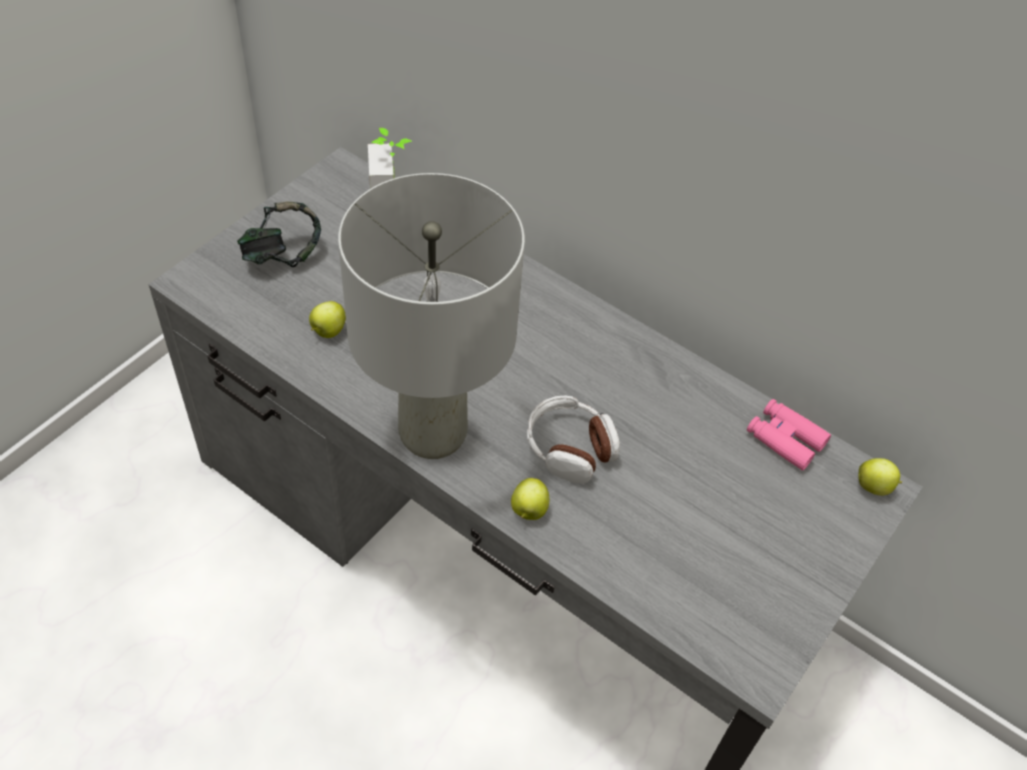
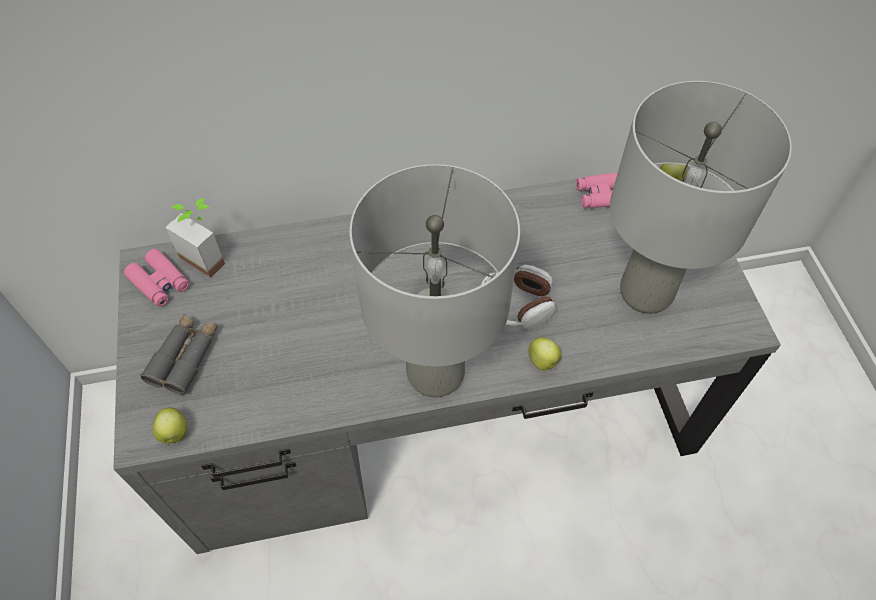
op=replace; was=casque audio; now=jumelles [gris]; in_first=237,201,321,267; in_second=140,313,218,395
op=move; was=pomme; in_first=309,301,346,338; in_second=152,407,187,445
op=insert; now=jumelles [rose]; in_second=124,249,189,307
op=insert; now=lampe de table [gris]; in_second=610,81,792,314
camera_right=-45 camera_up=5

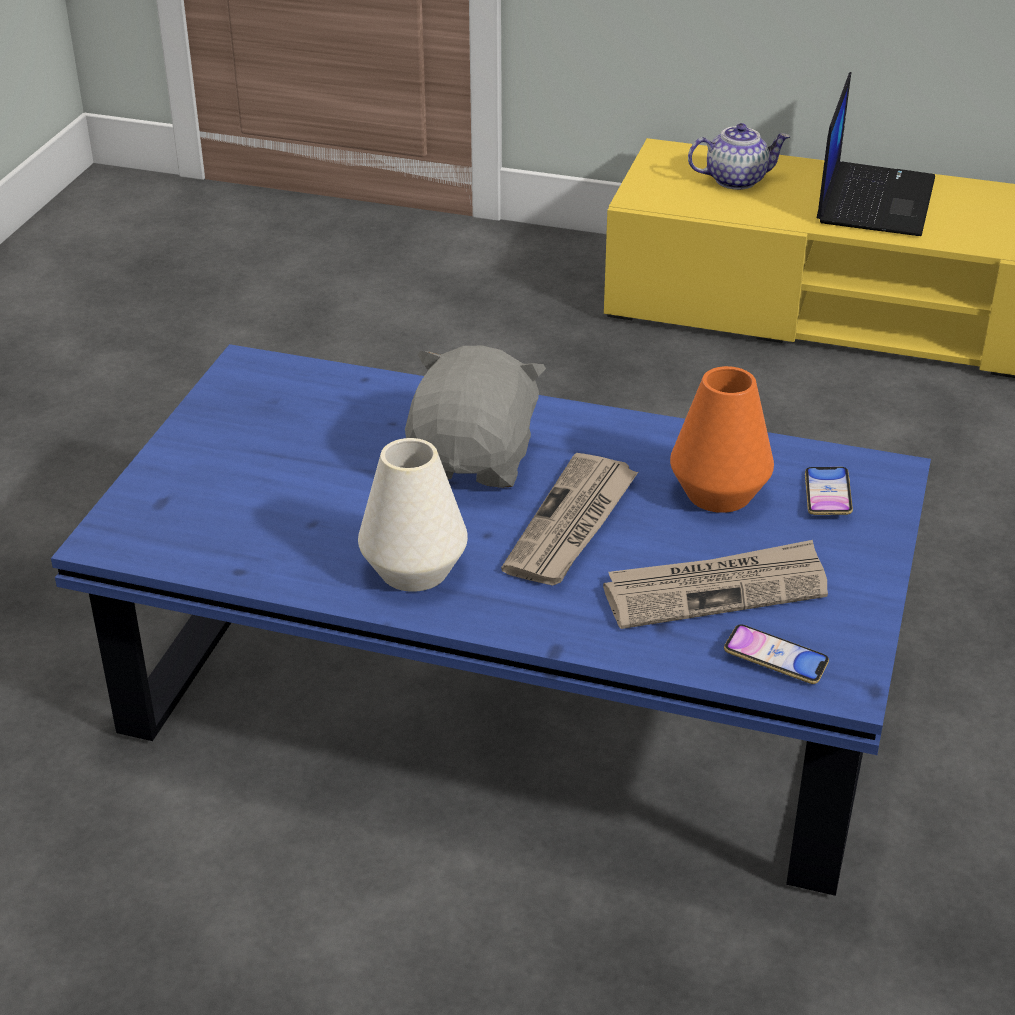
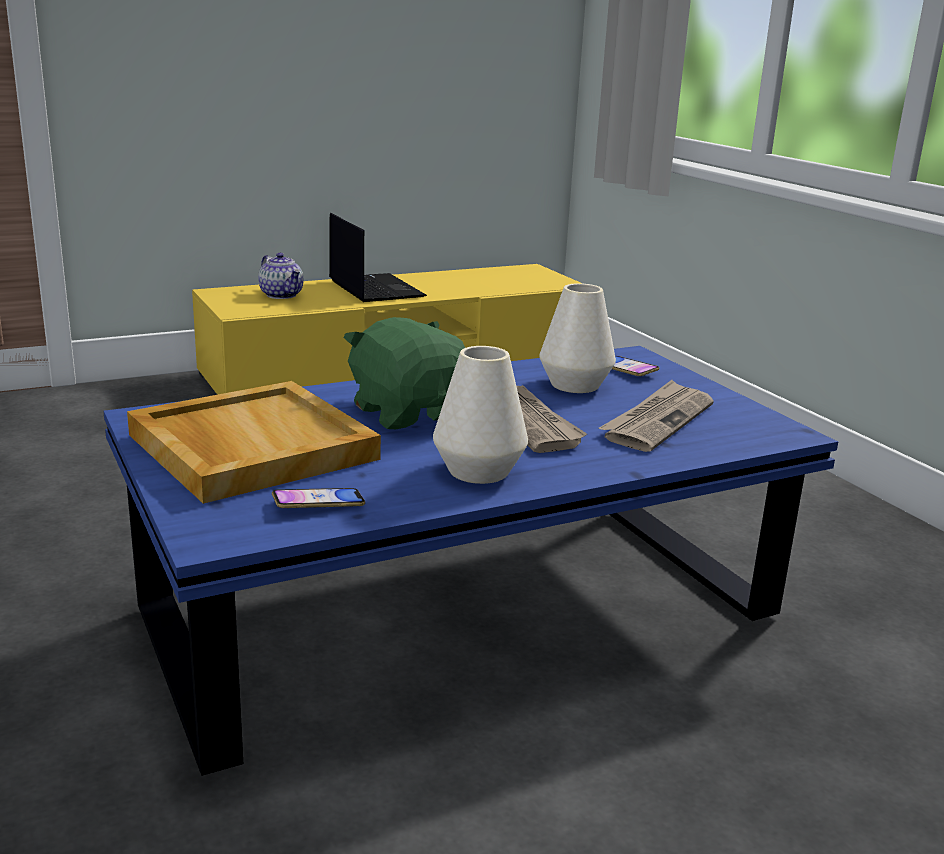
op=recolor; was=peluche [gris]; now=peluche [vert]; in_first=405,346,546,488; in_second=343,317,465,429
op=recolor; was=vase [orange]; now=vase [blanc]; in_first=670,366,774,513; in_second=539,283,616,393
op=rotate; was=théière; in_first=688,123,790,190; in_second=258,253,303,299; clockwise=105
op=move; was=téléphone; in_first=724,624,829,684; in_second=272,488,365,508
op=insert; now=plateau [beige]; in_second=127,381,381,504
camera_right=-45 camera_up=-15

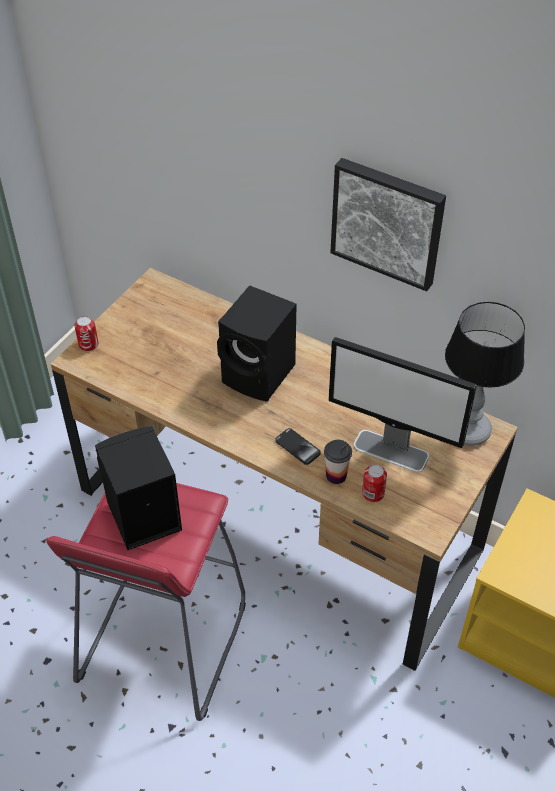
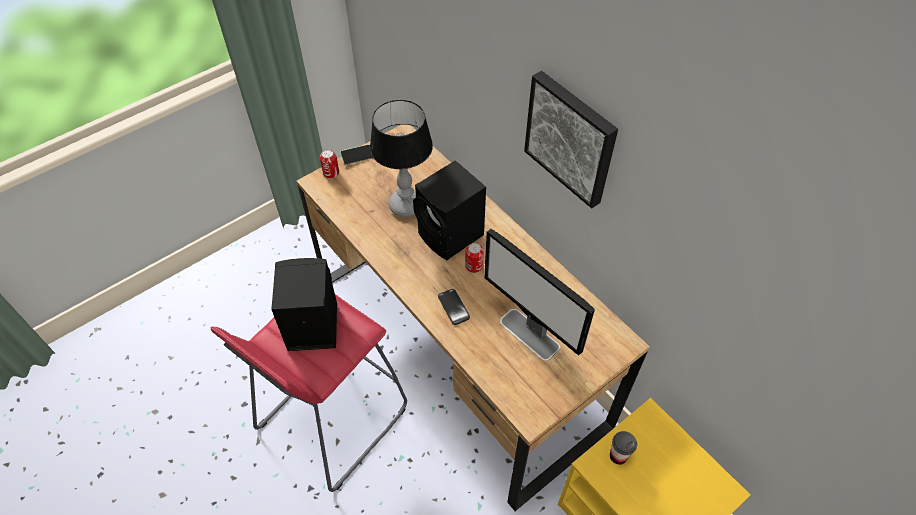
op=move; was=tasse; in_first=324,440,352,484; in_second=610,431,637,465
op=move; was=boîte métallique; in_first=362,465,387,502; in_second=465,243,484,273
op=move; was=lampe de table; in_first=445,302,525,446; in_second=370,100,433,217
op=insert; now=téléphone; in_second=340,144,373,165
camera_right=20 camera_up=5

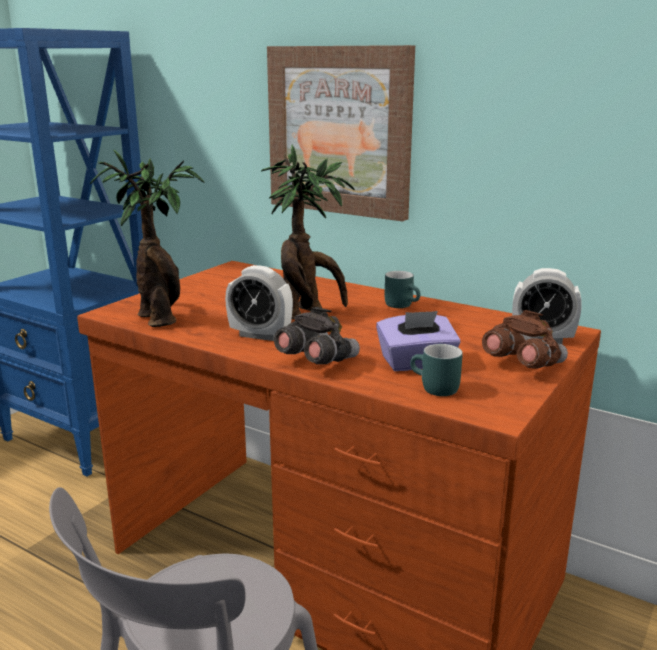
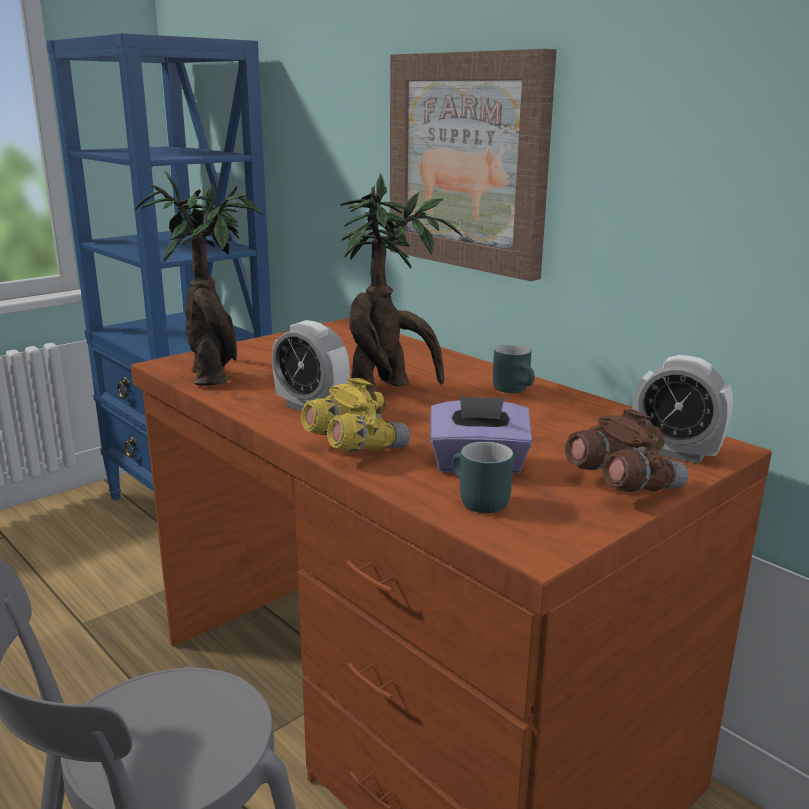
op=recolor; was=jumelles [gris]; now=jumelles [jaune]; in_first=274,307,360,364; in_second=301,378,410,452
camera_right=15 camera_up=0

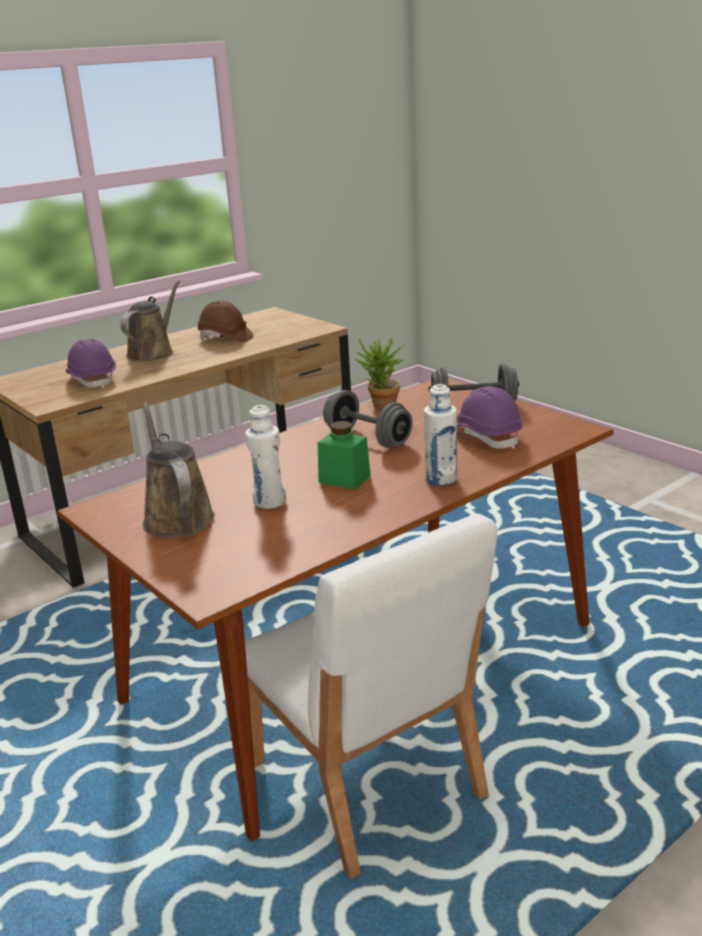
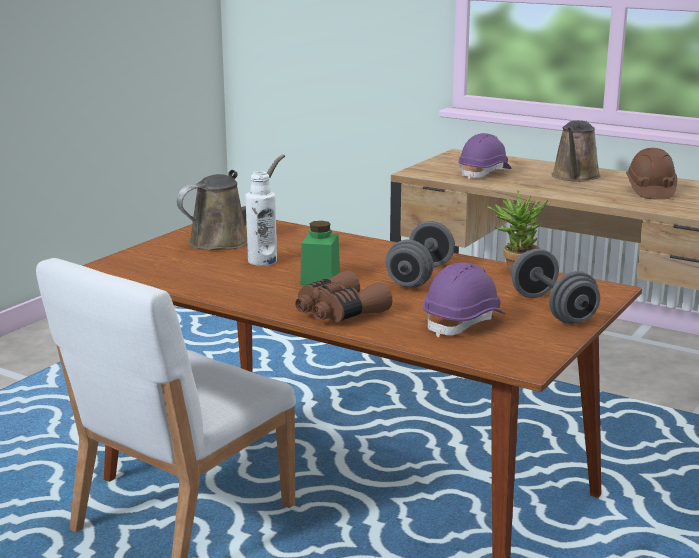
op=rotate; was=arrosoir [marron]; in_first=120,280,180,361; in_second=551,120,601,182; clockwise=105
op=replace; was=bouteille [blanc]; now=jumelles [marron]; in_first=424,384,457,486; in_second=295,271,392,322
camera_right=70 camera_up=-5

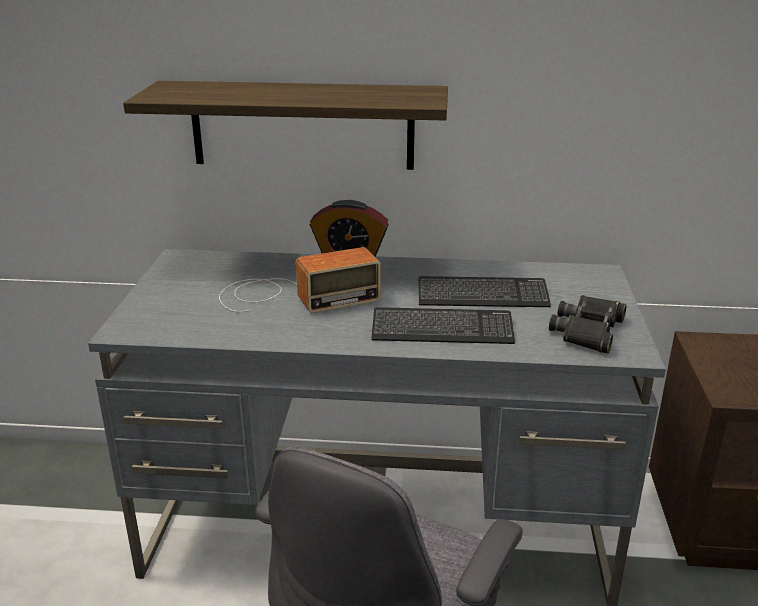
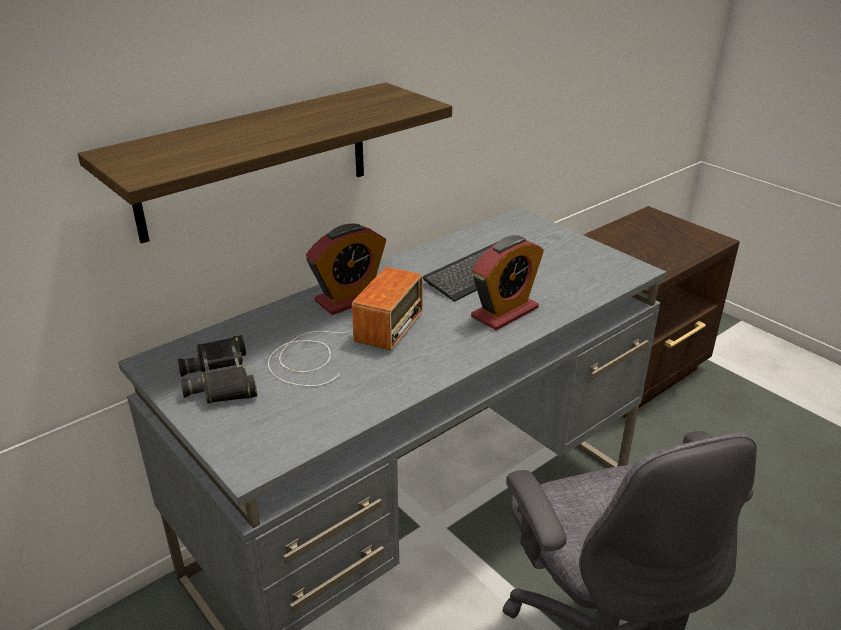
op=replace; was=clavier; now=réveil; in_first=371,307,515,344; in_second=471,235,544,330
op=move; was=jumelles [noir]; in_first=549,295,627,354; in_second=178,335,258,403
camera_right=-45 camera_up=5

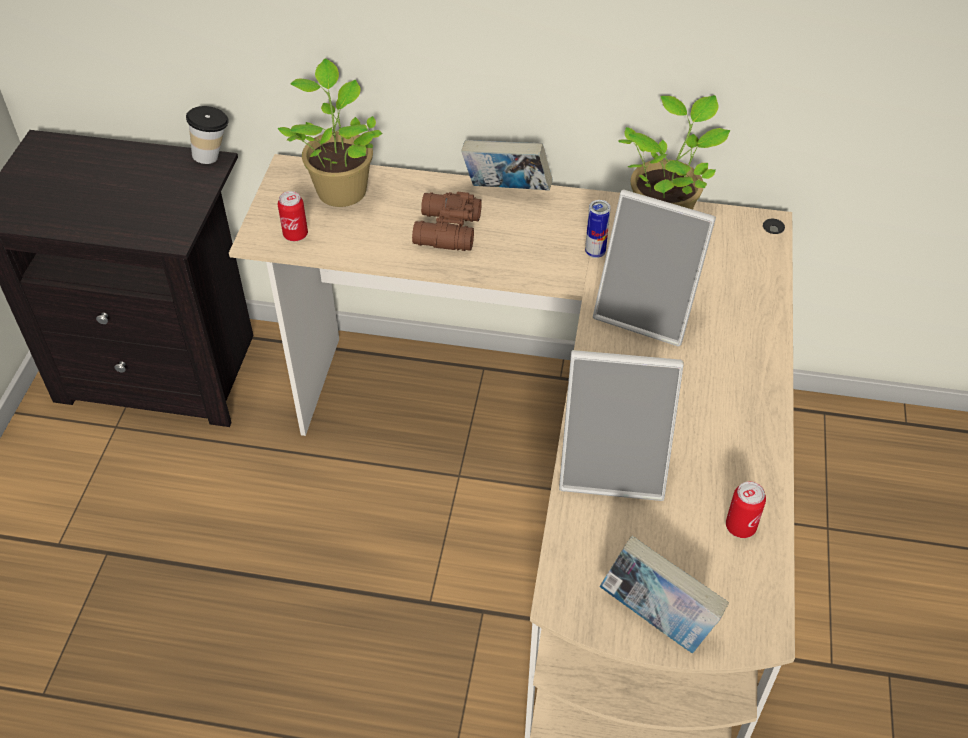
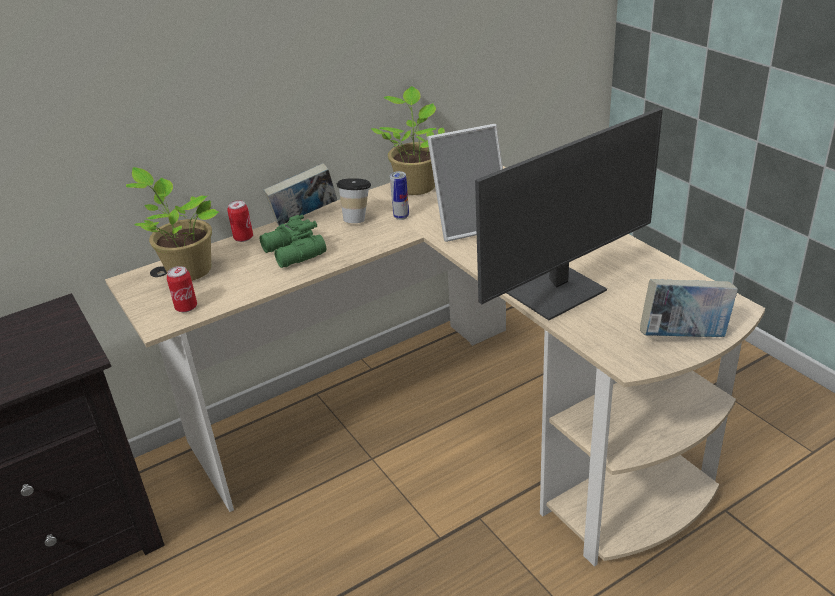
op=move; was=tasse; in_first=186,106,229,164; in_second=337,178,371,223
op=recolor; was=jumelles [marron]; now=jumelles [vert]; in_first=412,192,482,251; in_second=260,215,326,268
op=replace; was=cadre photo; now=écran d'ordinateur; in_first=559,350,684,501; in_second=475,108,663,320
op=move; was=boîte métallique; in_first=726,481,766,538; in_second=227,200,253,242
camera_right=-40 camera_up=-15

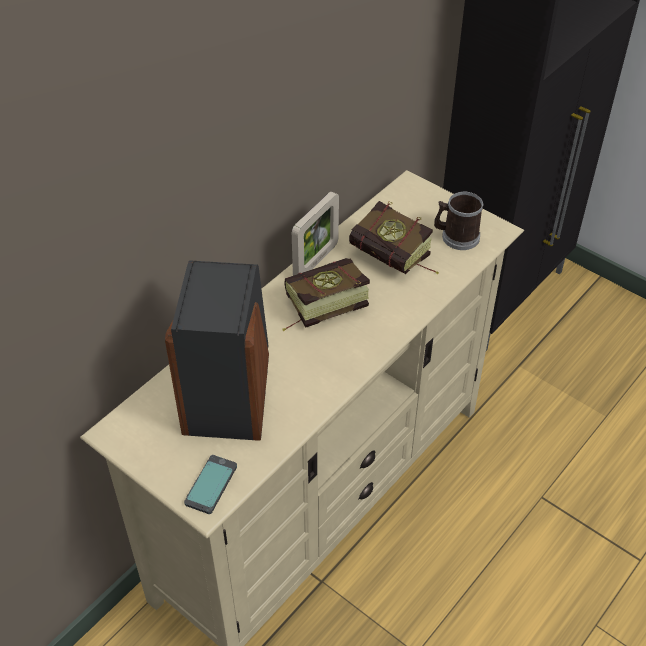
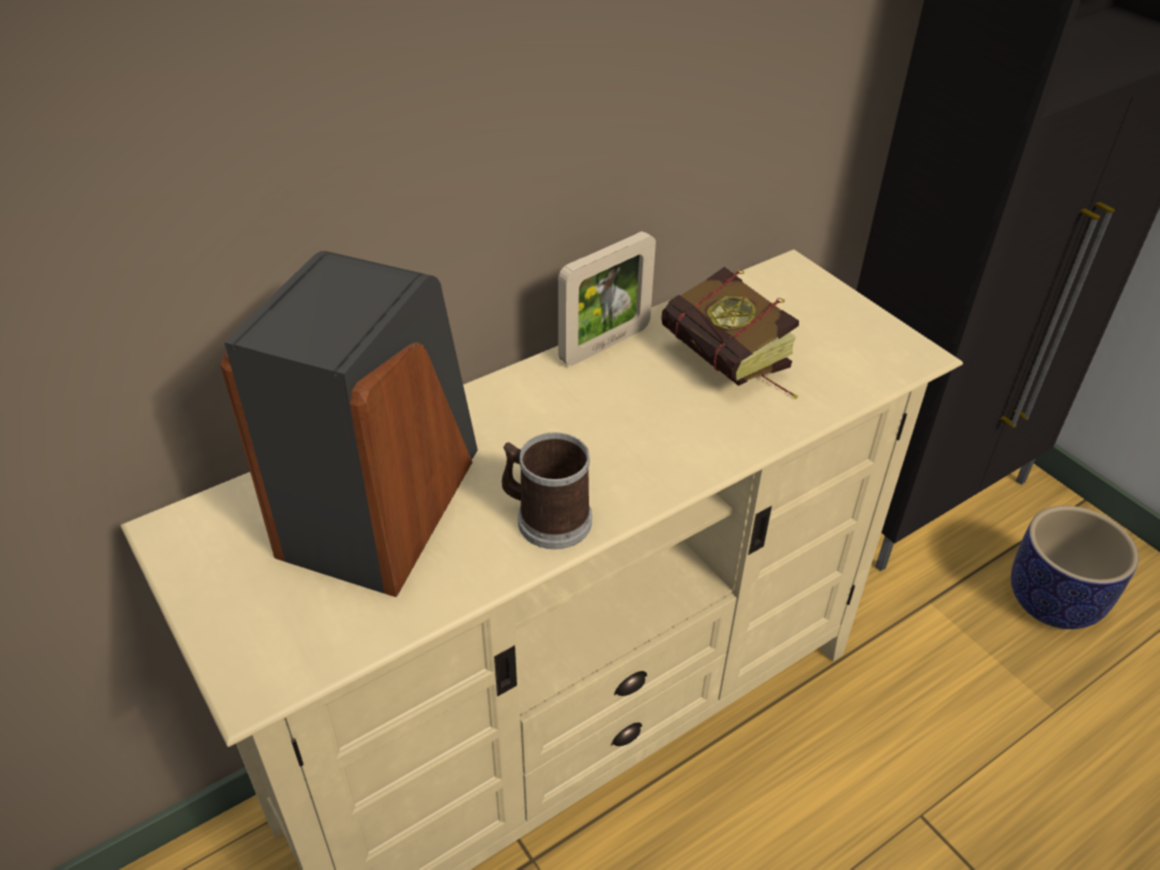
op=delete; was=téléphone; in_first=184,455,237,514
op=delete; was=livre; in_first=283,258,370,331
op=move; was=mug; in_first=434,192,484,250; in_second=502,432,592,549
op=insert; now=cache-pot; in_second=1011,505,1139,629
camera_right=15 camera_up=-5

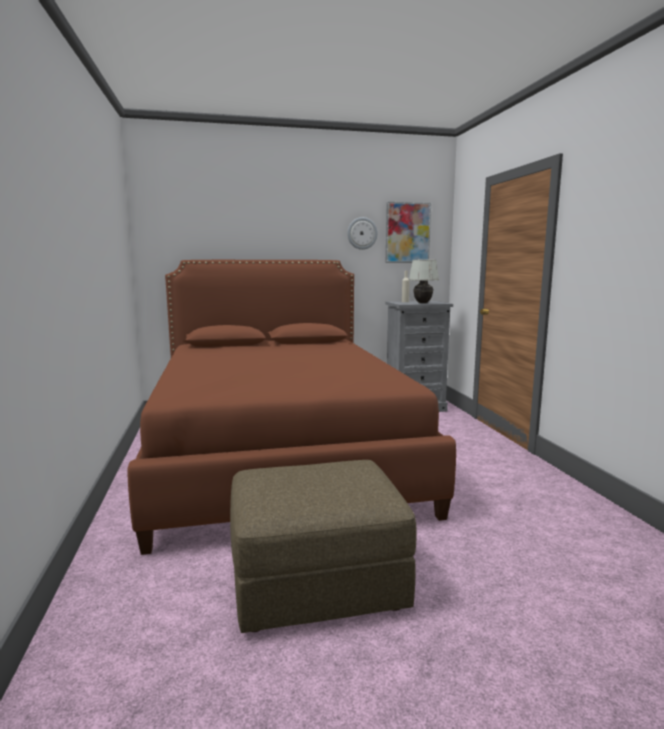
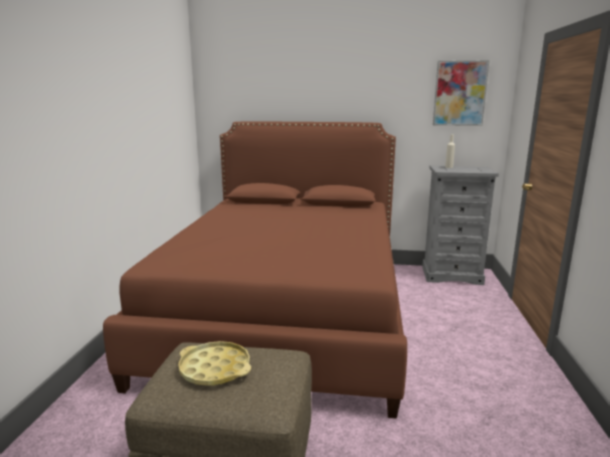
op=delete; was=horloge murale; in_first=347,217,378,250
op=delete; was=lampe de table [blanc]; in_first=409,260,439,303
op=insert; now=plateau [jaune]; in_second=178,341,251,386
camera_right=20 camera_up=5

